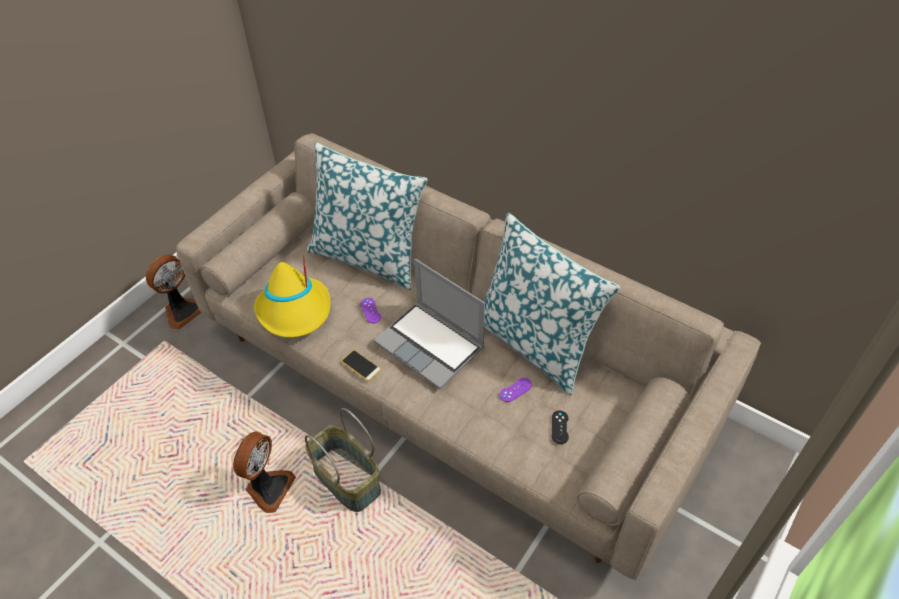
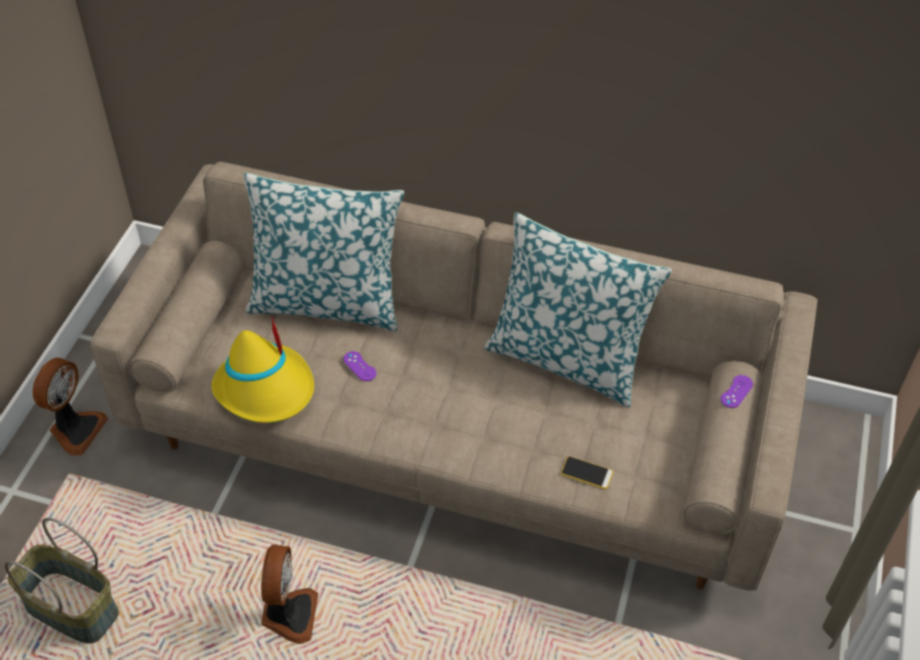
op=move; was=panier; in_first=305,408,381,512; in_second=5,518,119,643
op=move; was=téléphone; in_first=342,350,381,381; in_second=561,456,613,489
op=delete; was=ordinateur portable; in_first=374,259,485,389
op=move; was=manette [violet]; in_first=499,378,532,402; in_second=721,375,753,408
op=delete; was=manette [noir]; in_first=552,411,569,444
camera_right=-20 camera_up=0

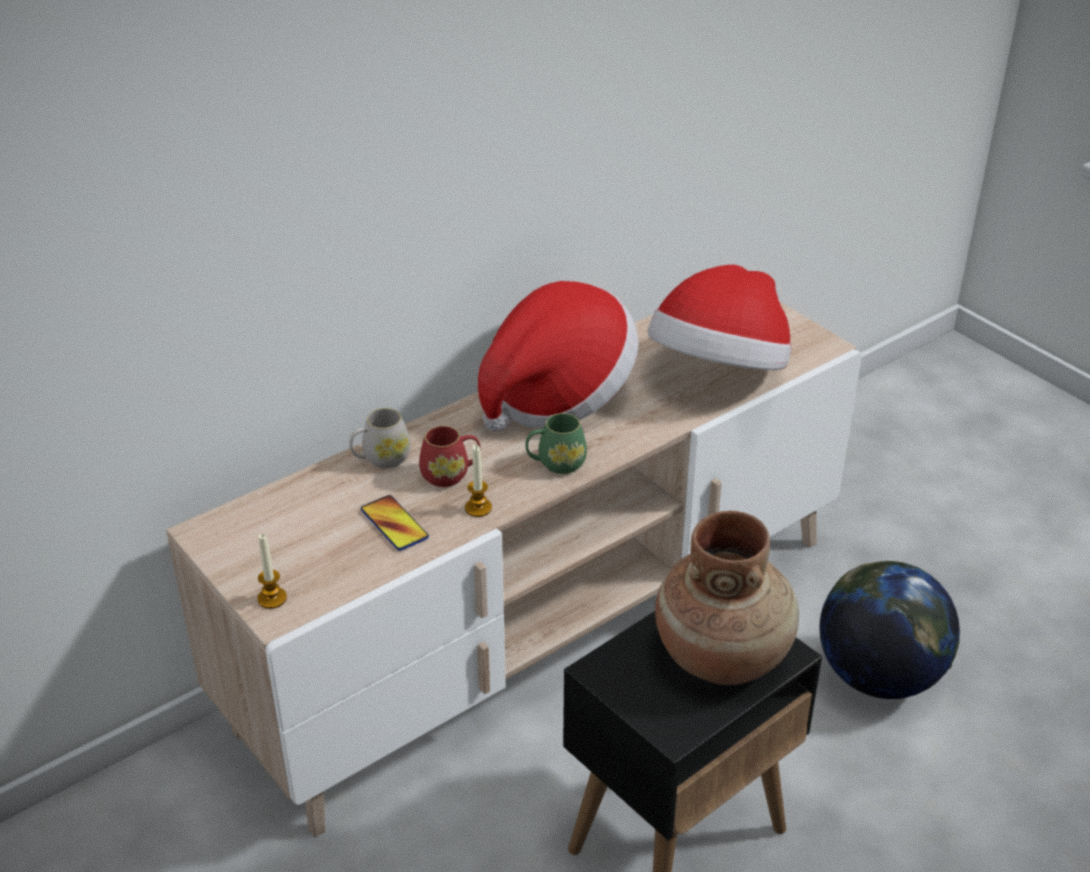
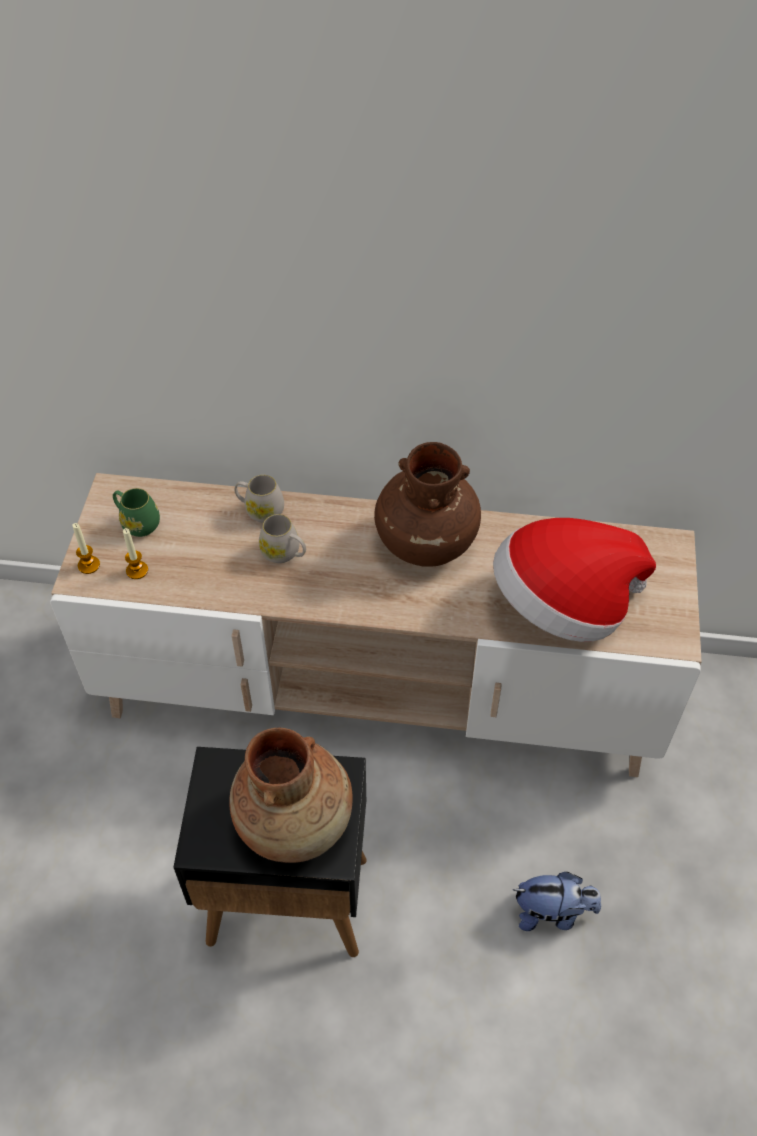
op=delete; was=téléphone; in_first=361,495,429,551
op=recolor; was=mug [rouge]; now=mug [blanc]; in_first=419,426,481,487; in_second=259,514,306,563
op=move; was=bougie; in_first=465,445,492,517; in_second=123,528,148,579
op=replace; was=chapeau; now=vase [marron]; in_first=478,281,639,432; in_second=374,442,481,567
op=move; was=mug [vert]; in_first=525,413,587,474; in_second=113,488,160,537
op=replace; was=globe; now=peluche; in_first=819,561,960,699; in_second=513,872,601,931
camera_right=45 camera_up=15

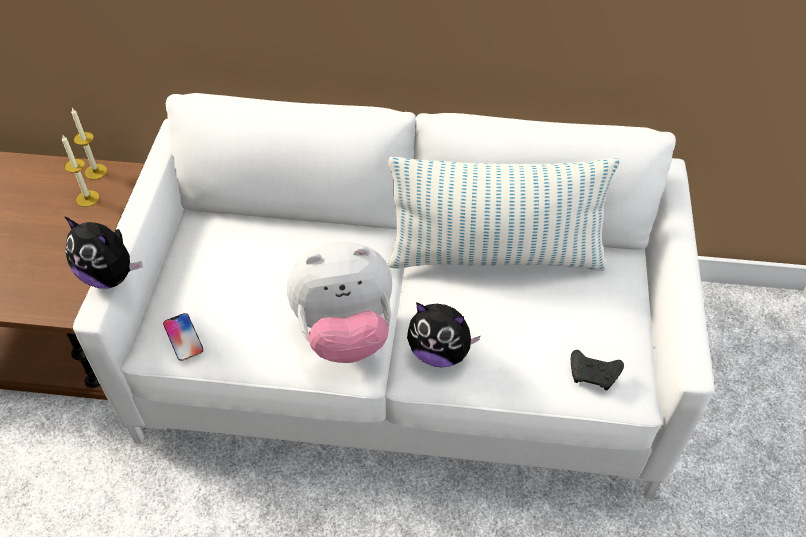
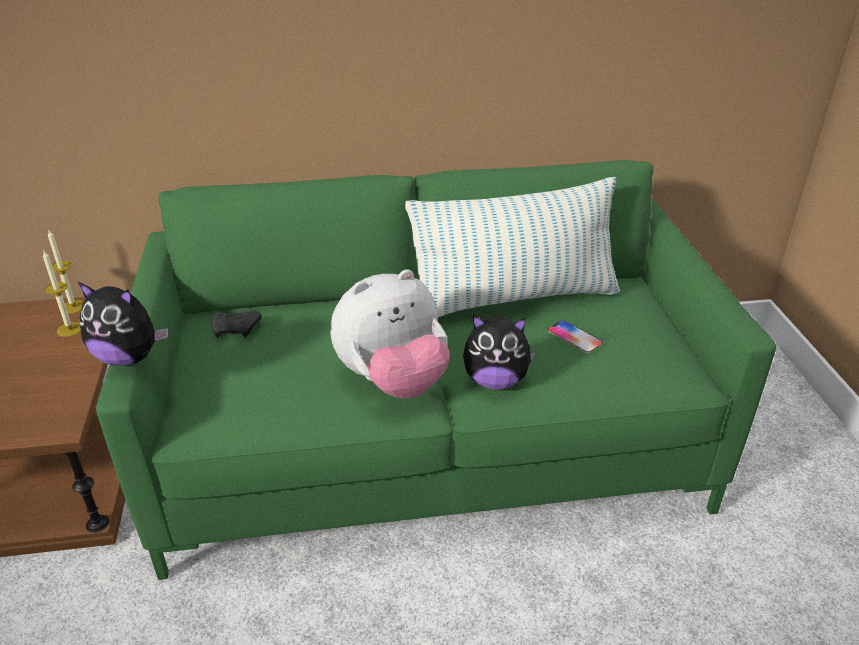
op=recolor; was=canapé [blanc]; now=canapé [vert]; in_first=73,93,714,499; in_second=96,160,776,580
op=move; was=téléphone; in_first=163,313,204,361; in_second=548,320,603,353
op=move; was=manette [noir]; in_first=571,350,624,390; in_second=212,311,262,338
camera_right=-15 camera_up=-15

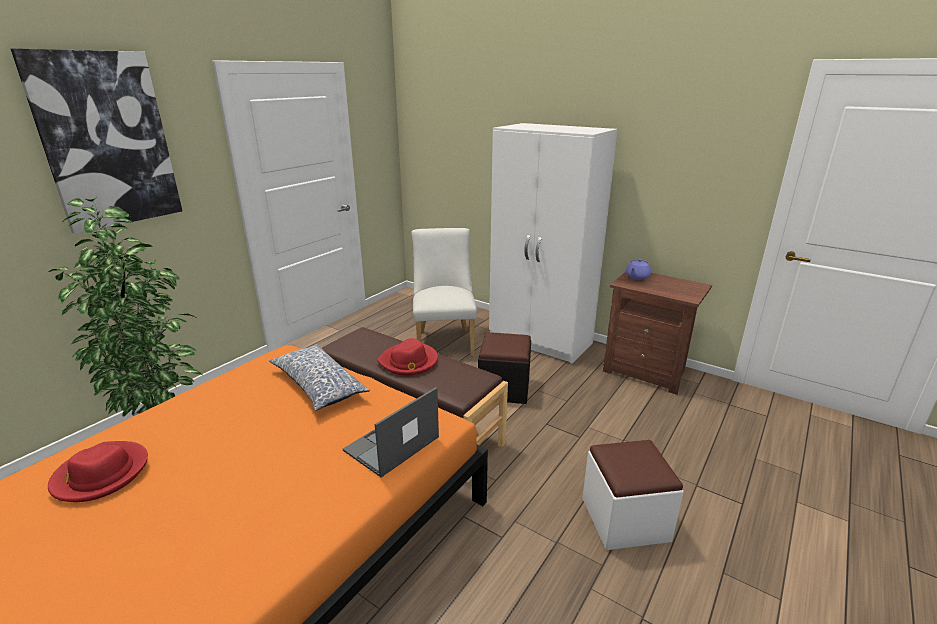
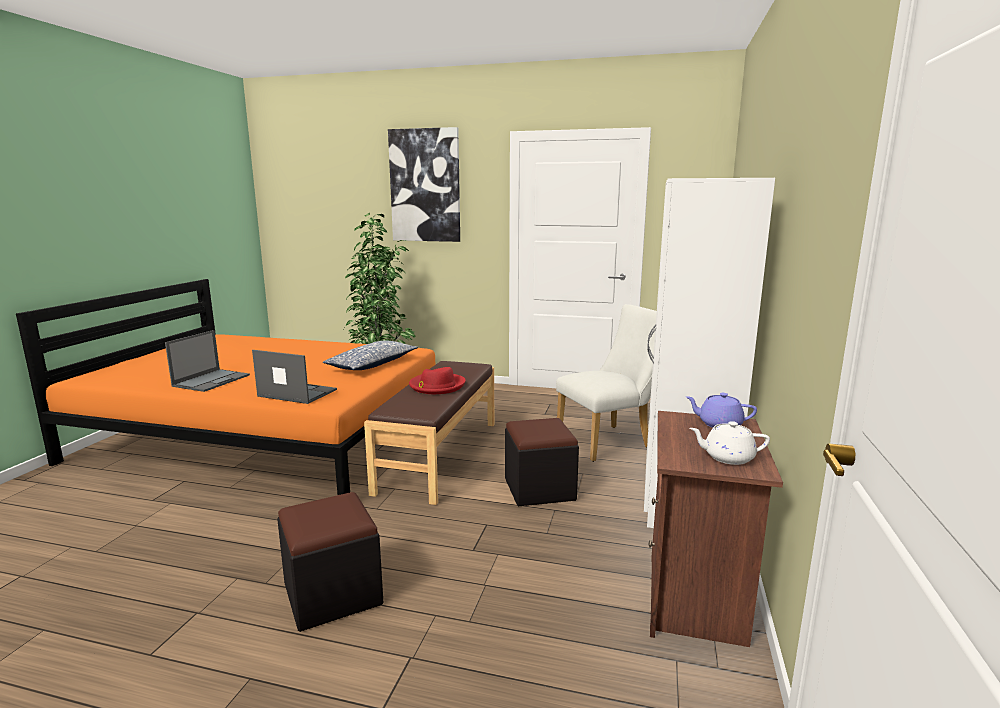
op=delete; was=chapeau [rouge]; in_first=48,441,148,502
op=recolor; was=pouf [blanc]; now=pouf [noir]; in_first=582,440,684,550; in_second=277,492,384,632
op=insert; now=ordinateur portable; in_second=165,330,250,392
op=insert; now=théière [blanc]; in_second=689,421,770,465
camera_right=70 camera_up=-10

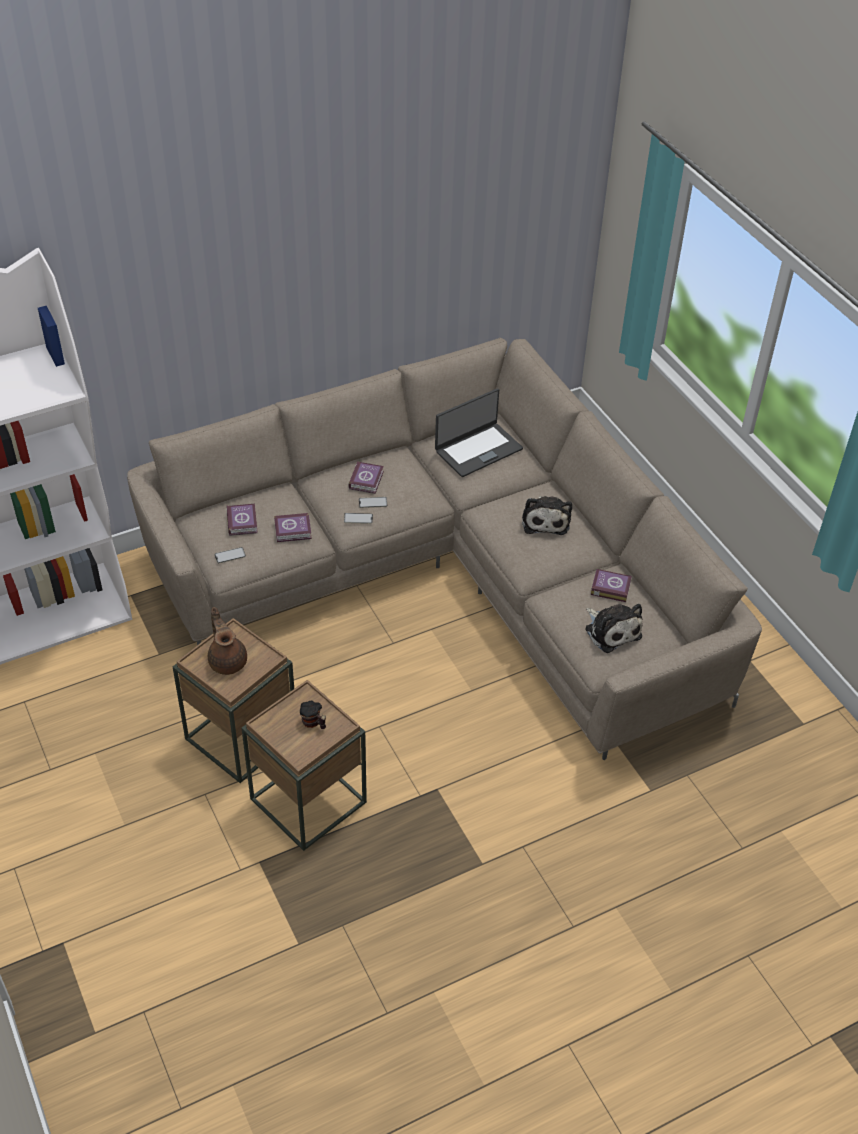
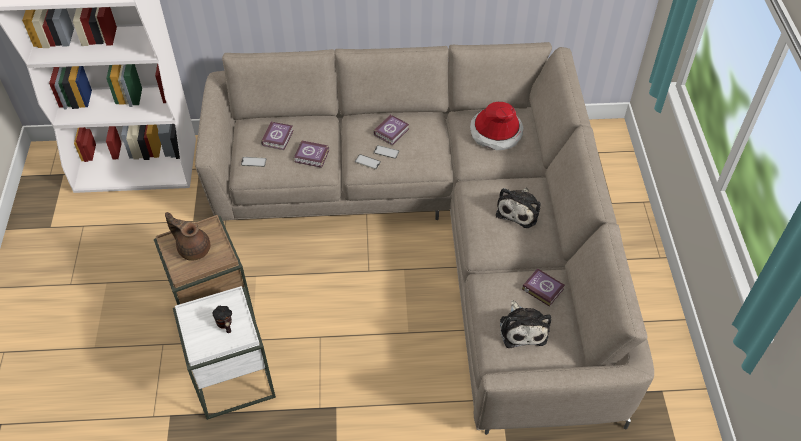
op=rotate; was=théière [marron]; in_first=208,607,247,675; in_second=165,212,210,261; clockwise=-60
op=recolor; was=table d'appoint [marron]; now=table d'appoint [blanc]; in_first=241,680,367,851; in_second=173,286,276,420
op=replace; was=ordinateur portable; now=chapeau; in_first=435,388,523,477; in_second=470,102,523,150
camera_right=25 camera_up=5

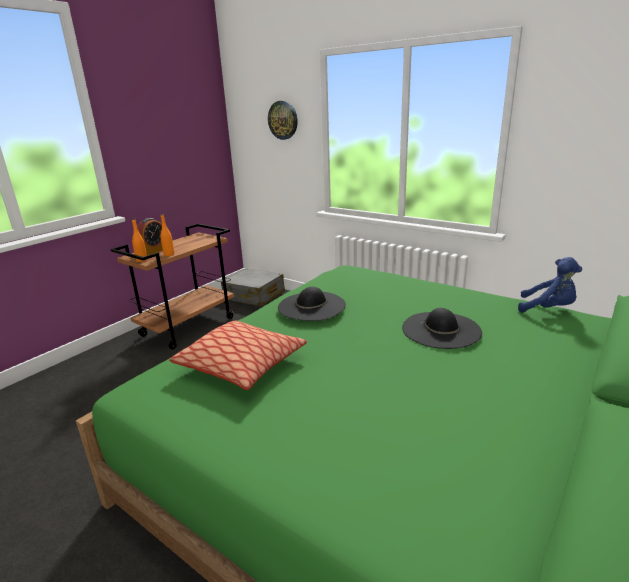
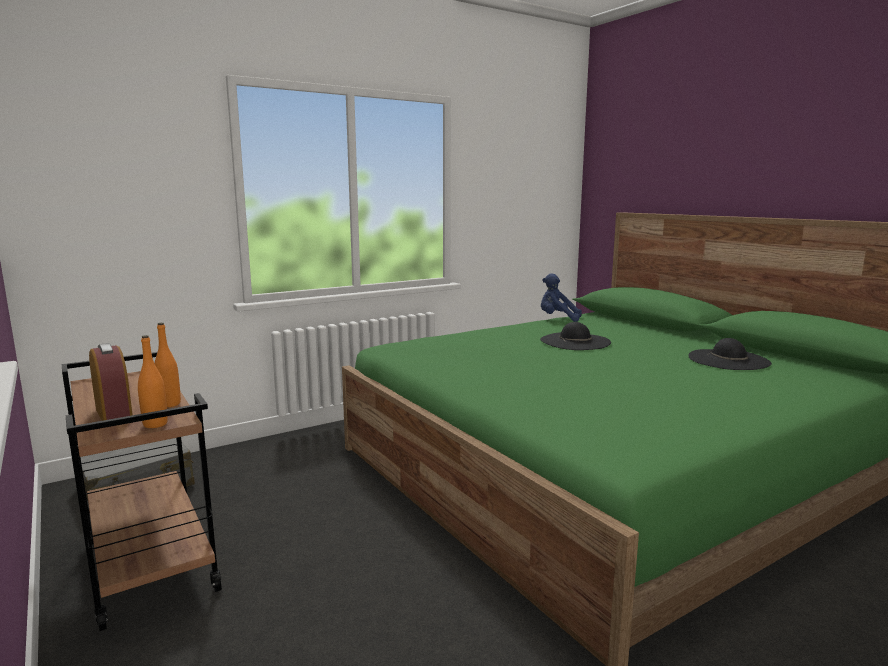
op=delete; was=coussin; in_first=169,320,307,390
op=delete; was=horloge murale; in_first=268,101,298,140
op=move; was=chapeau [noir]; in_first=278,287,346,321; in_second=688,338,772,370
op=rotate; was=peluche [bleu]; in_first=518,257,582,313; in_second=541,273,582,322; clockwise=-120
camera_right=-70 camera_up=-10

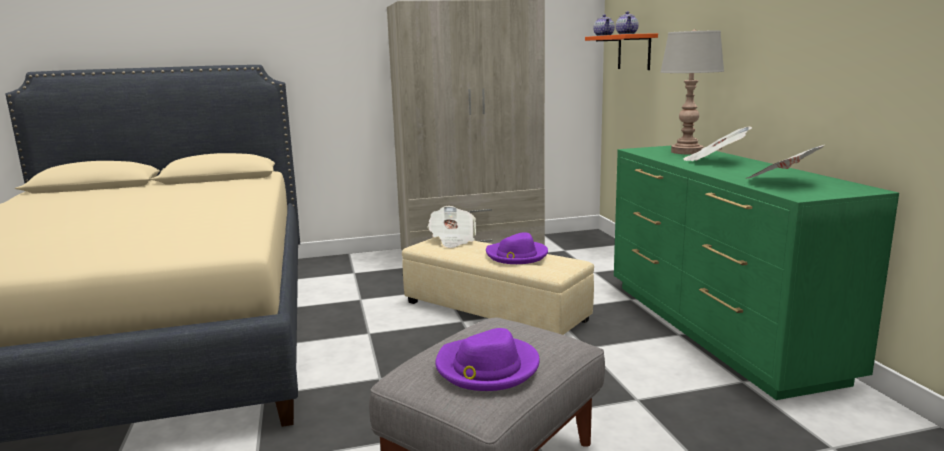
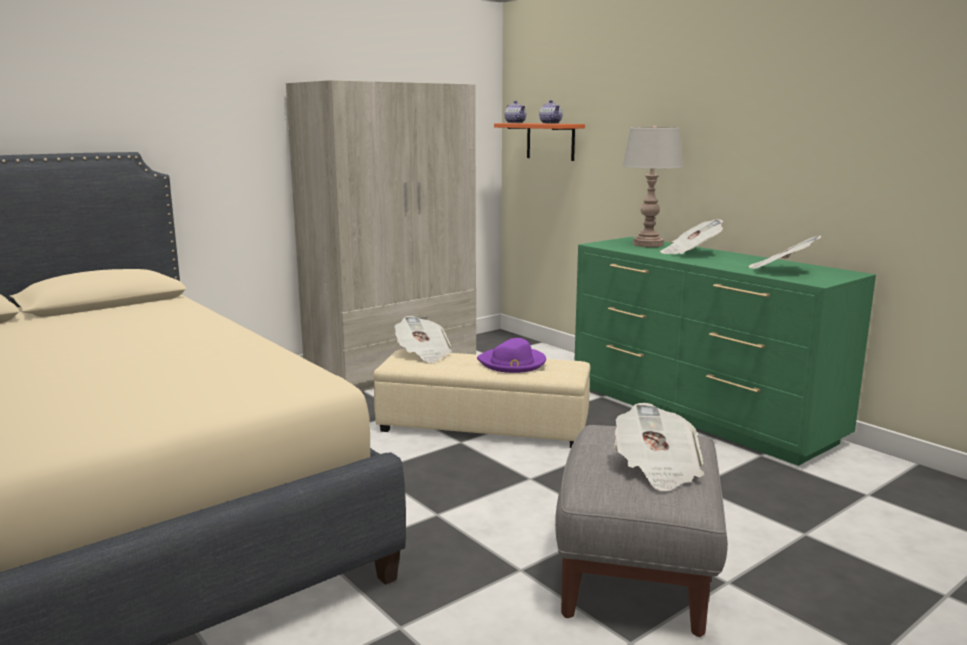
op=replace; was=chapeau [violet]; now=journal; in_first=435,328,539,391; in_second=614,403,704,492
camera_right=-25 camera_up=0

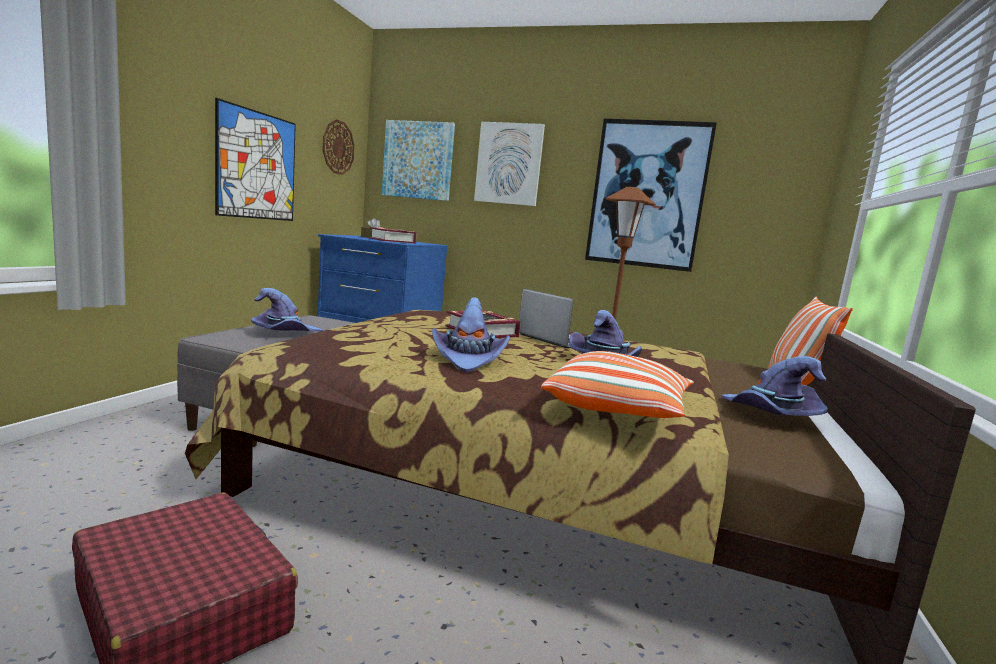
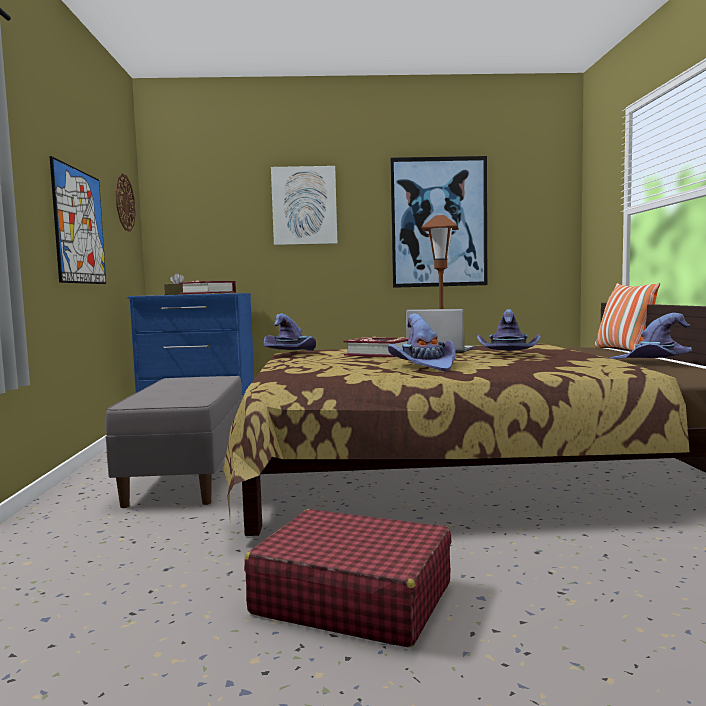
op=move; was=chapeau [violet]; in_first=251,288,323,332; in_second=263,314,316,351
op=delete; was=tableau; in_first=382,120,455,201
op=delete; was=coussin; in_first=541,351,694,418
camera_right=-20 camera_up=-5

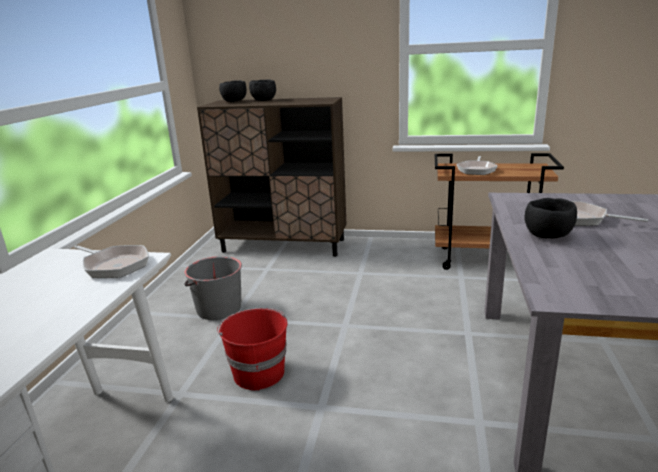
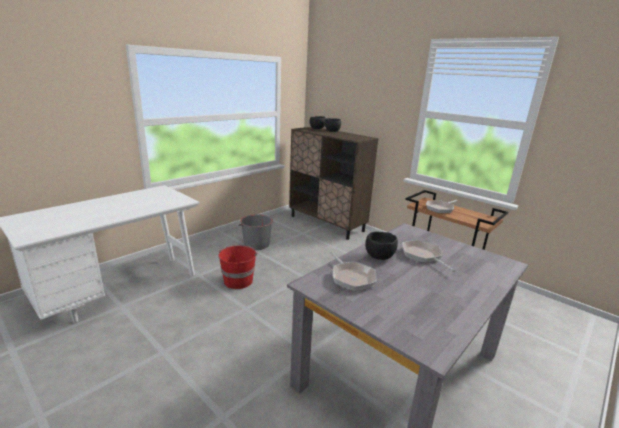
op=move; was=poêle; in_first=74,245,149,278; in_second=329,251,377,291
camera_right=30 camera_up=0

